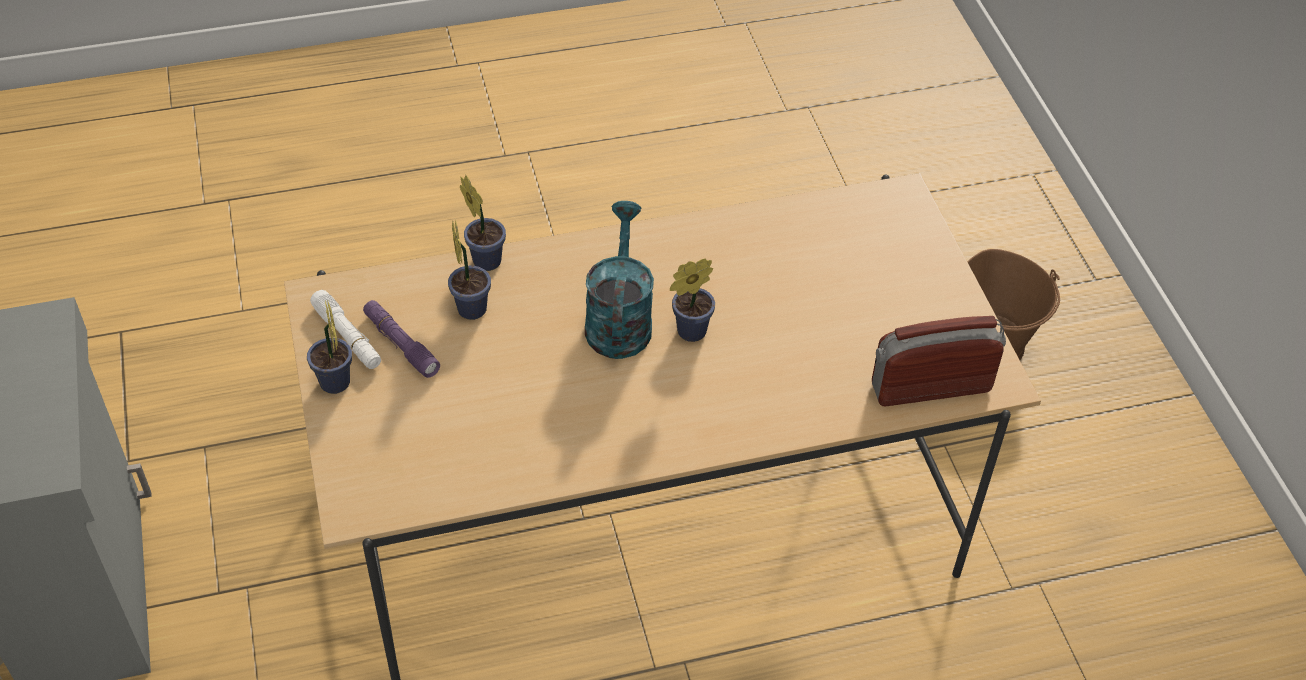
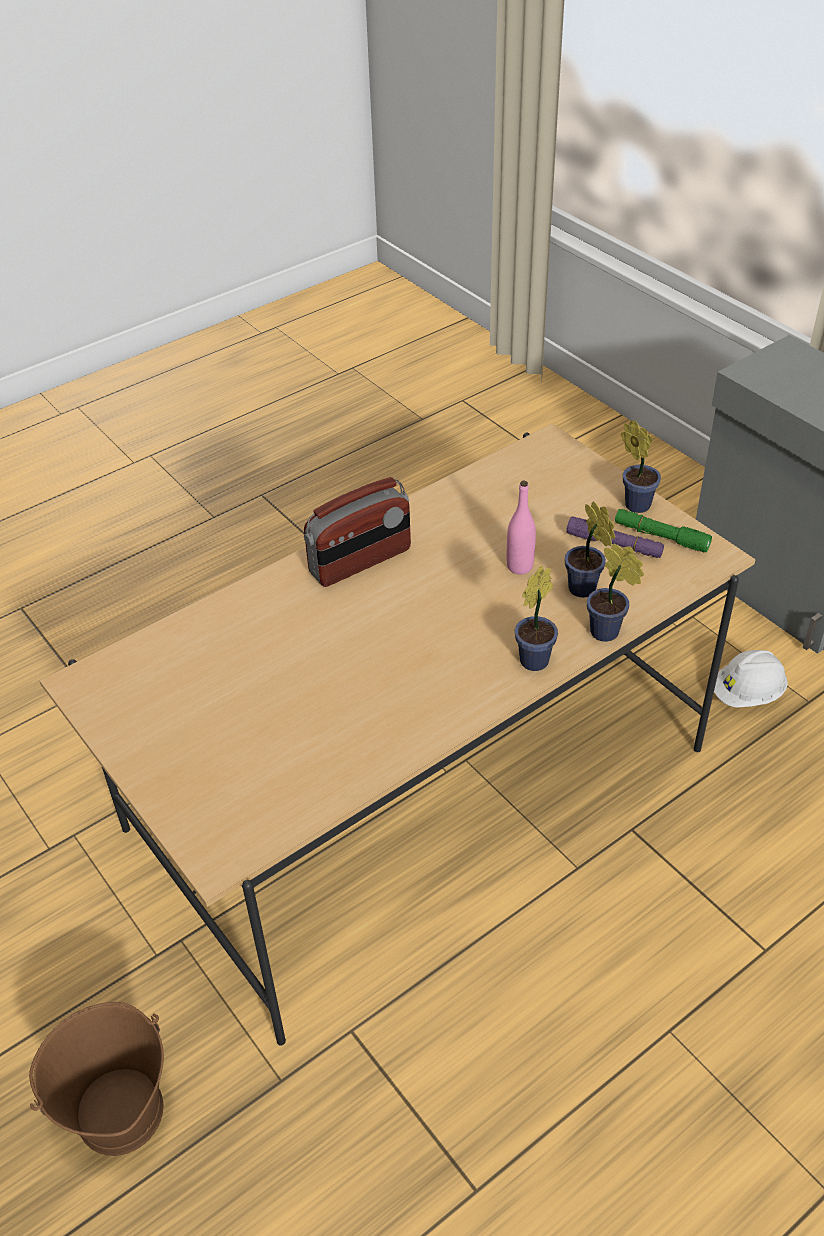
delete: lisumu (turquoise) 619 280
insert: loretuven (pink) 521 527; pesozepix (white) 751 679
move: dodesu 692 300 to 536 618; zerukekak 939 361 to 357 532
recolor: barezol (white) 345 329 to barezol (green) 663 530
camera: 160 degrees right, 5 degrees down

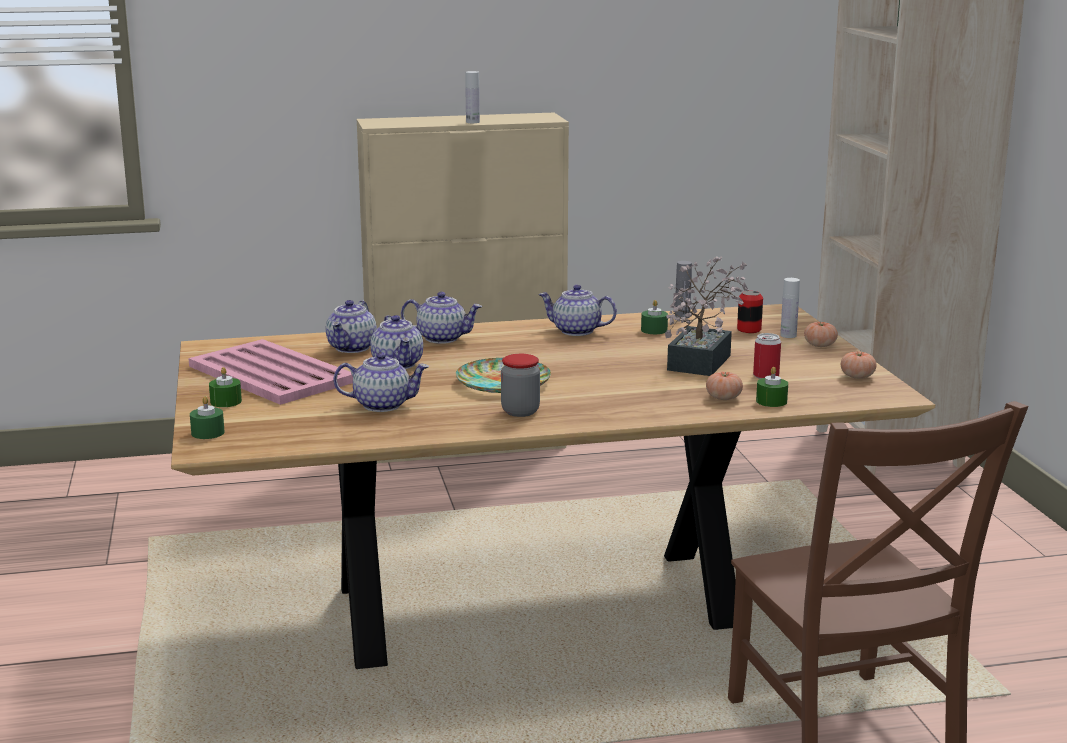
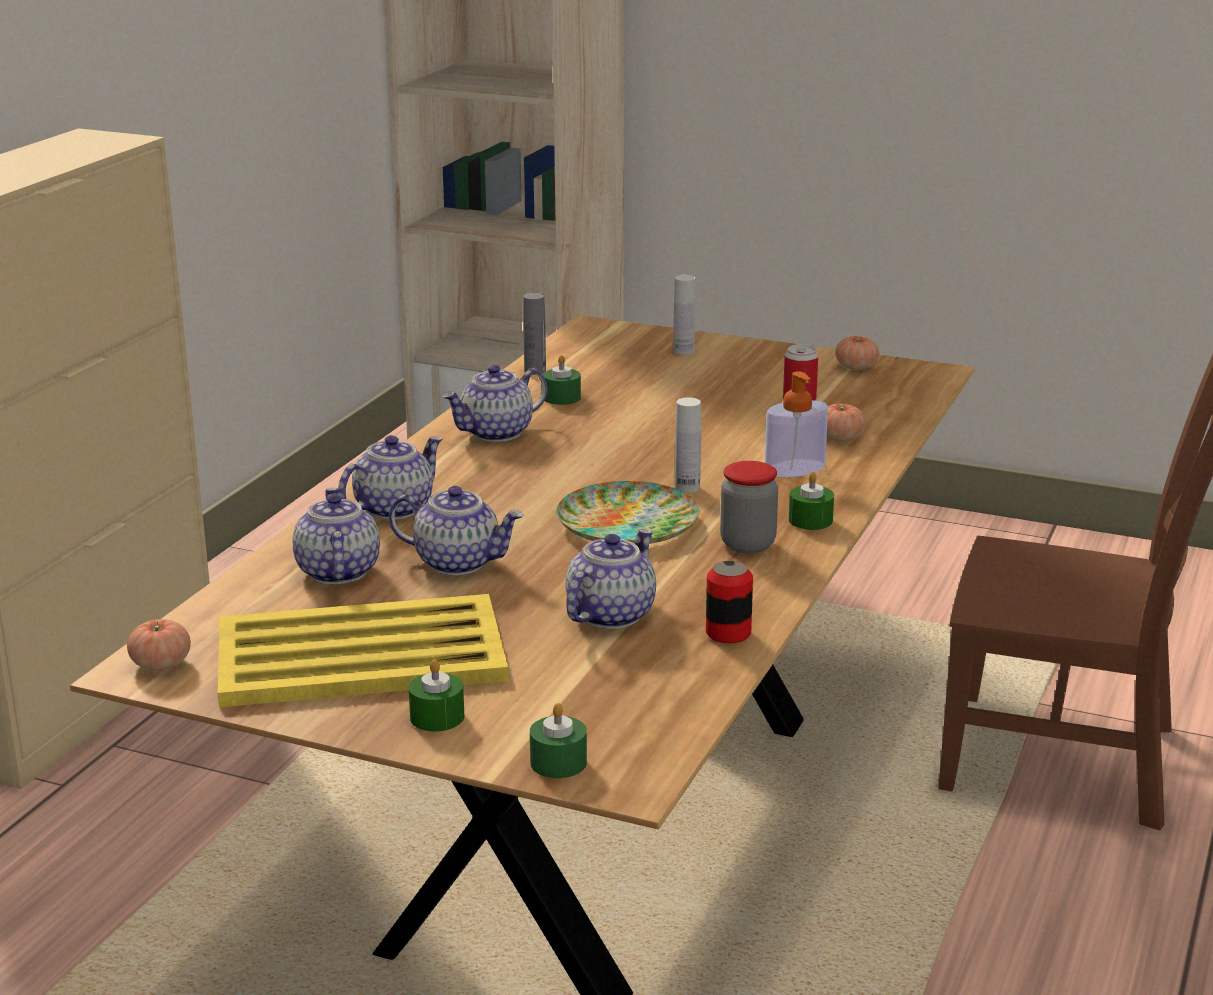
delete: dodesu 707 316
insert: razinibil 796 424
move: loretuven (white) 472 97 to 688 445; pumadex 750 312 to 729 602; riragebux 821 334 to 159 644; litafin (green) 772 387 to 811 501
recolor: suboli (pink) 270 372 to suboli (yellow) 363 650
rotate: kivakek 351 326 = 336 536 150 degrees counterclockwise
camera: 55 degrees left, 5 degrees up

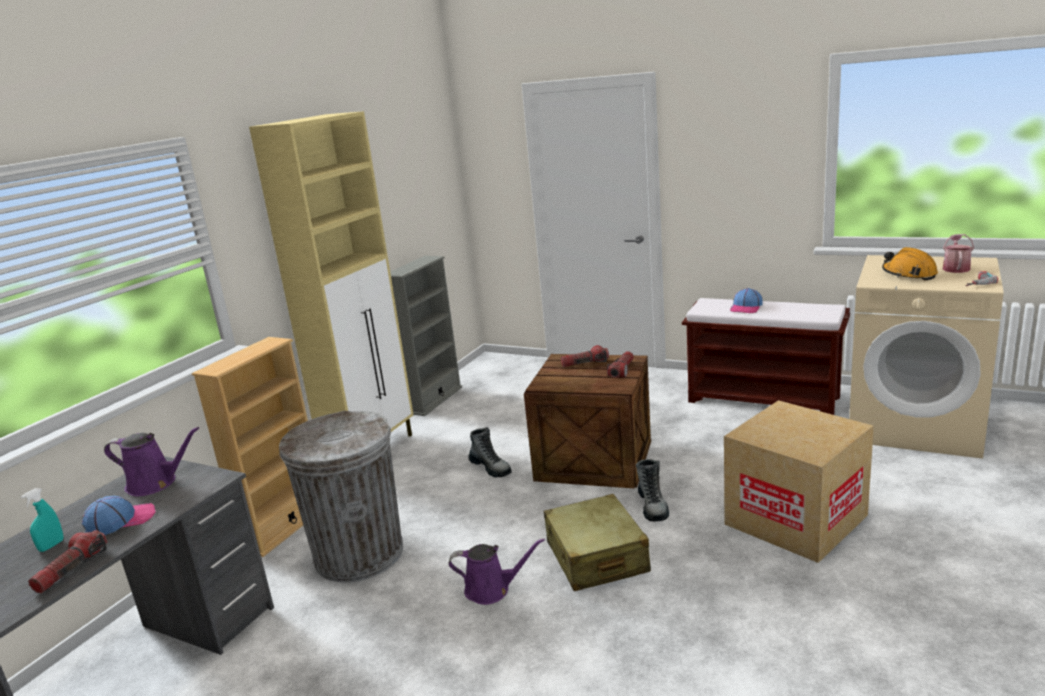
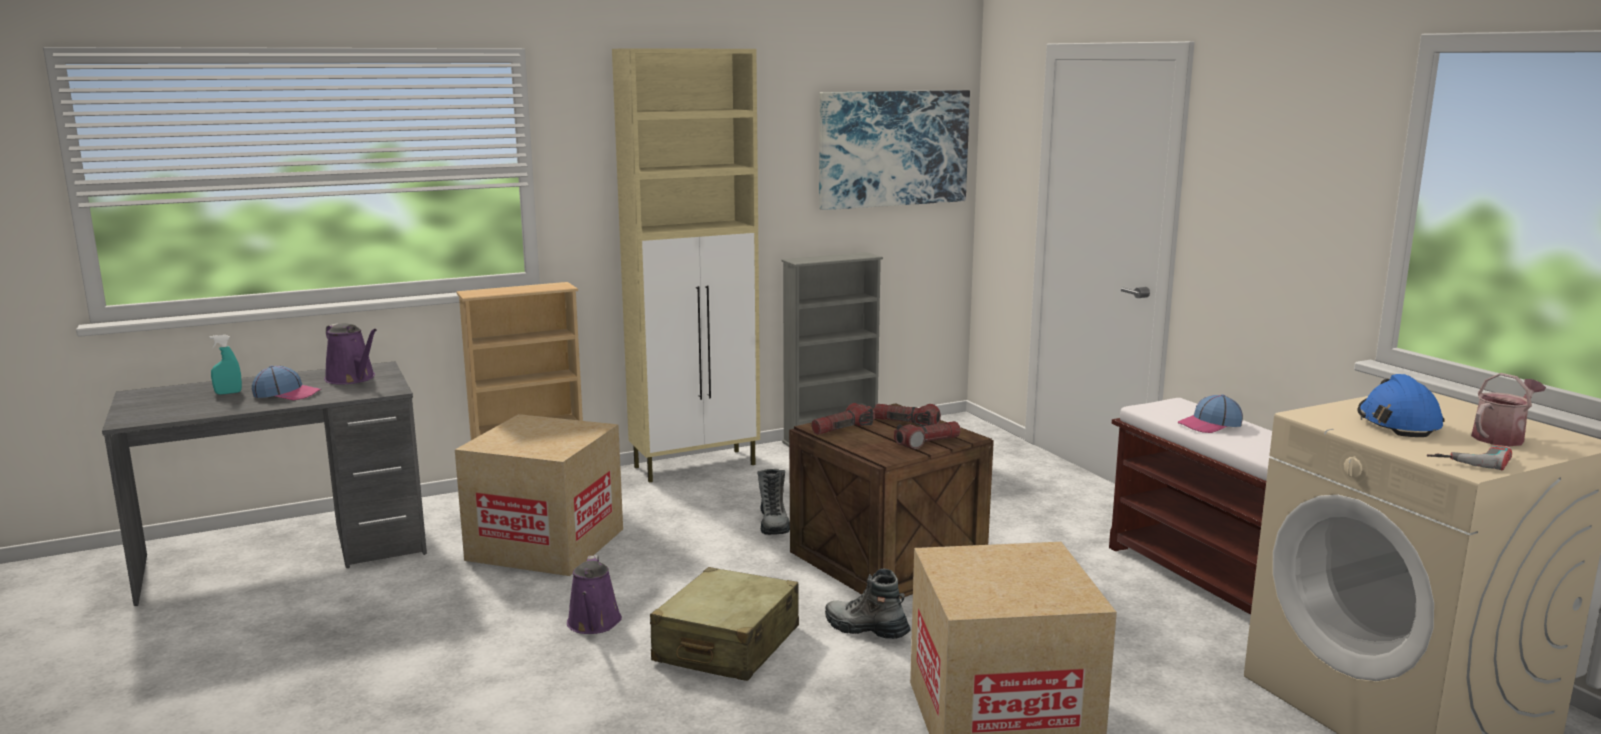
insert: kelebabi 894 150
move: barezol 68 561 to 843 419
replace: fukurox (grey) 341 496 to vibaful 539 495
recolor: pesozepix (orange) 910 264 to pesozepix (blue) 1401 405
rotate: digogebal 652 490 = 867 604 90 degrees clockwise; lisumu (purple) 497 571 = 594 594 45 degrees clockwise
camera: 35 degrees right, 5 degrees down

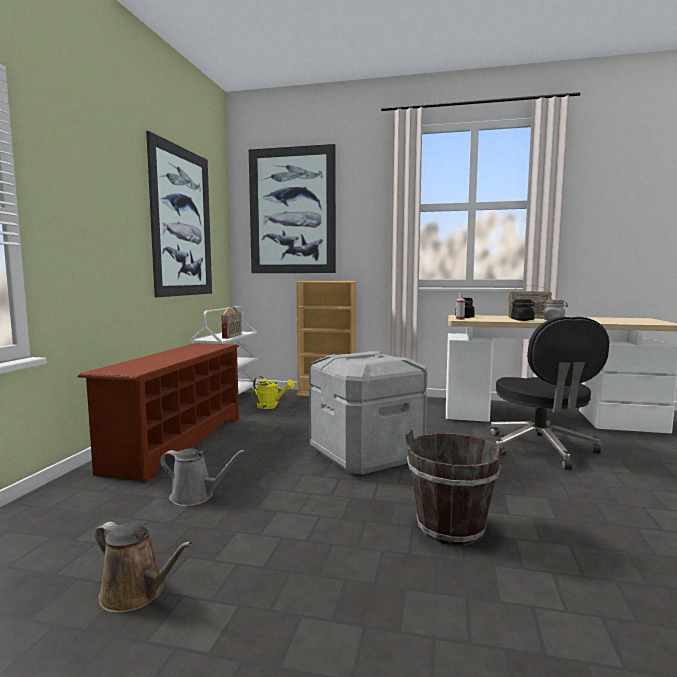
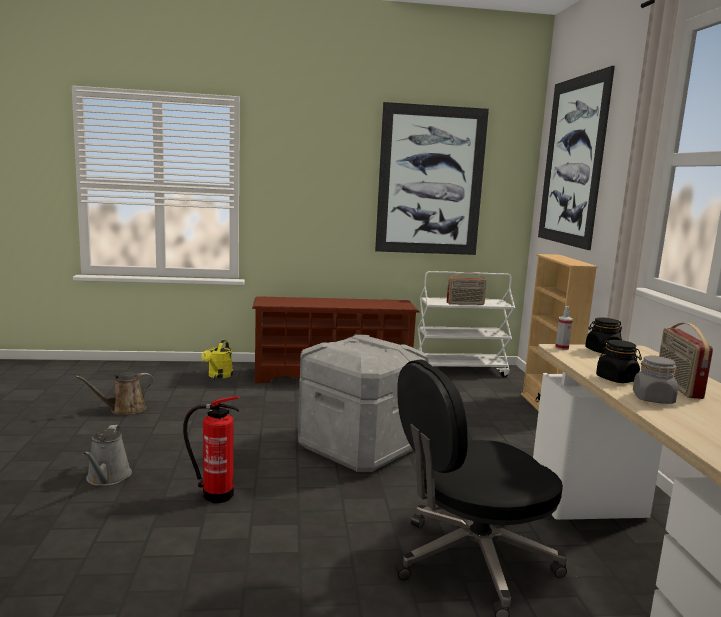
move: lisumu (yellow) 274 392 to 217 359; lisumu (grey) 202 477 to 107 455
replace: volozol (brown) 455 487 to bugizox 211 449
rotate: lisumu (brown) 143 567 = 115 393 45 degrees clockwise
camera: 70 degrees right, 5 degrees up

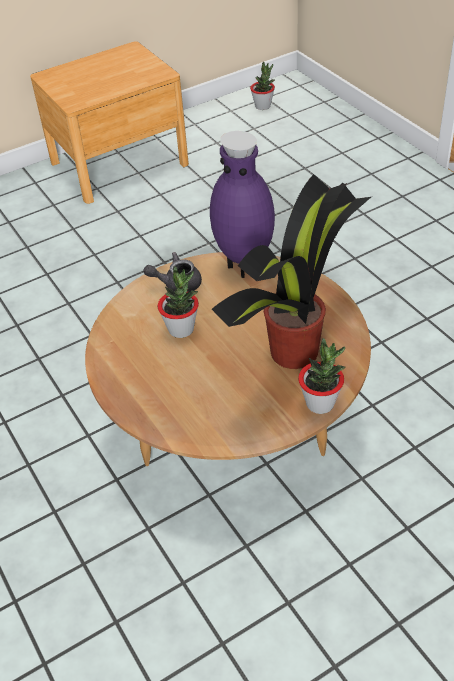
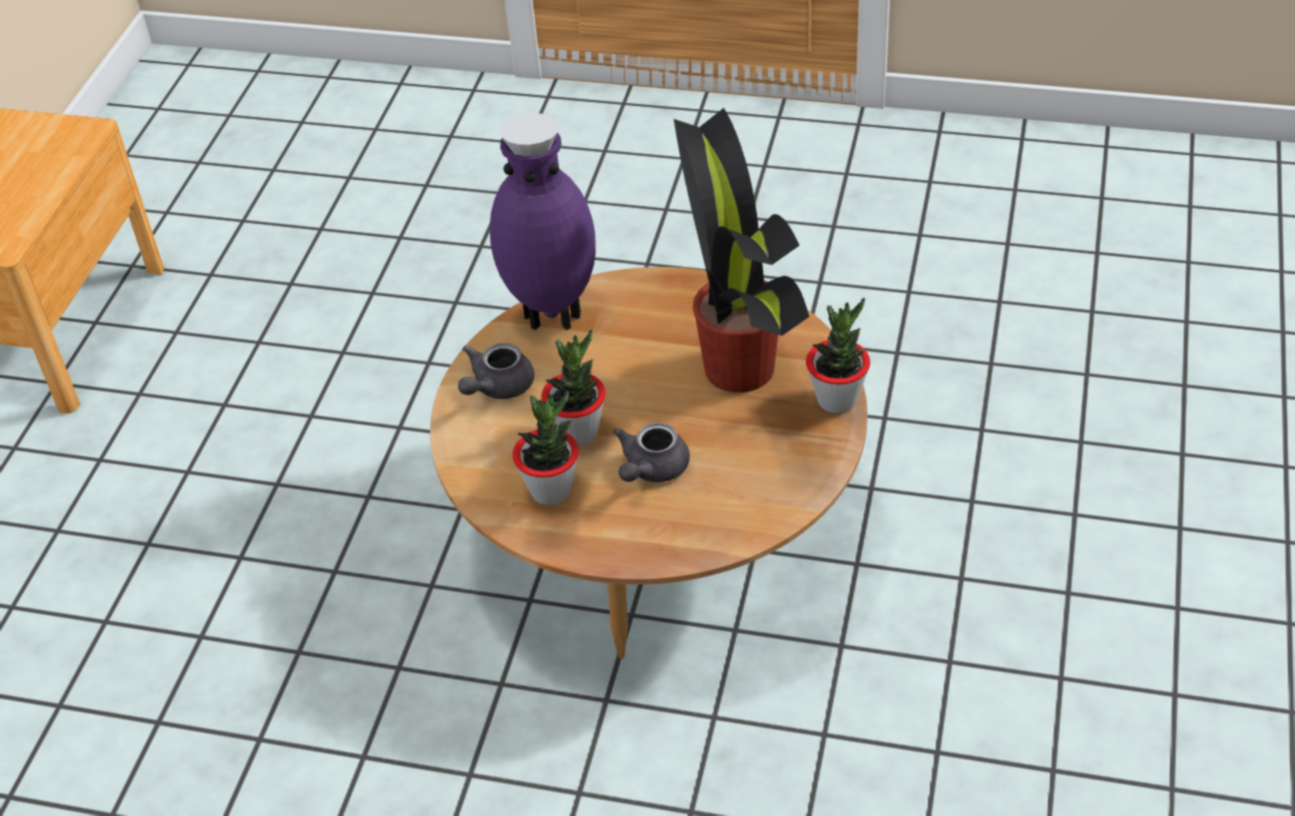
insert: kivakek (grey) 651 452
move: dodesu 262 86 to 546 448
camera: 45 degrees left, 0 degrees up

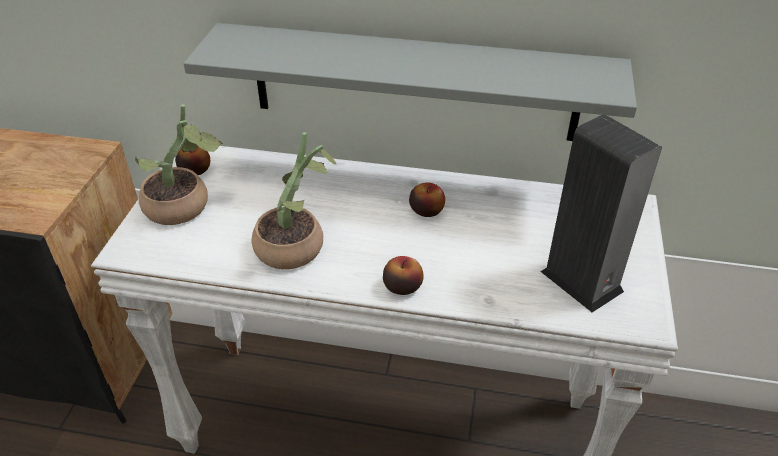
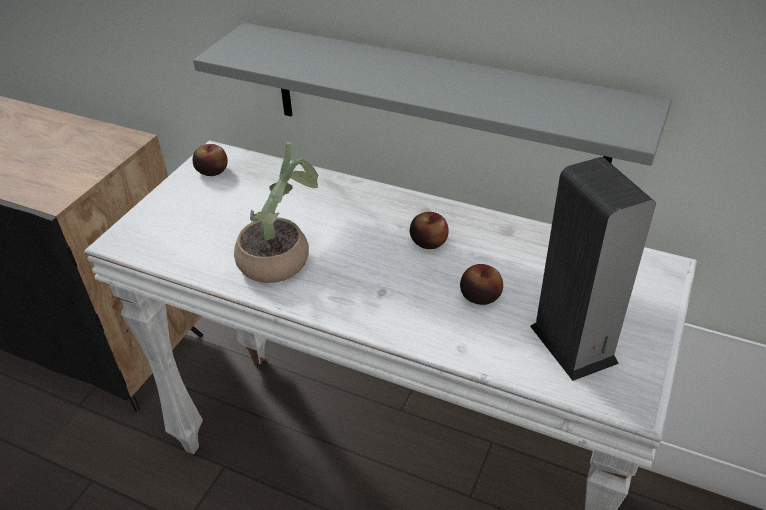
delete: dodesu 178 164
move: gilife 403 275 to 481 284
camera: 15 degrees right, 0 degrees up

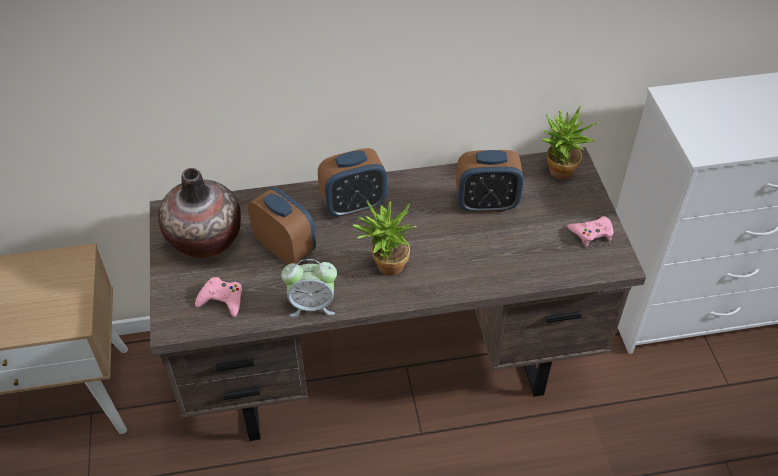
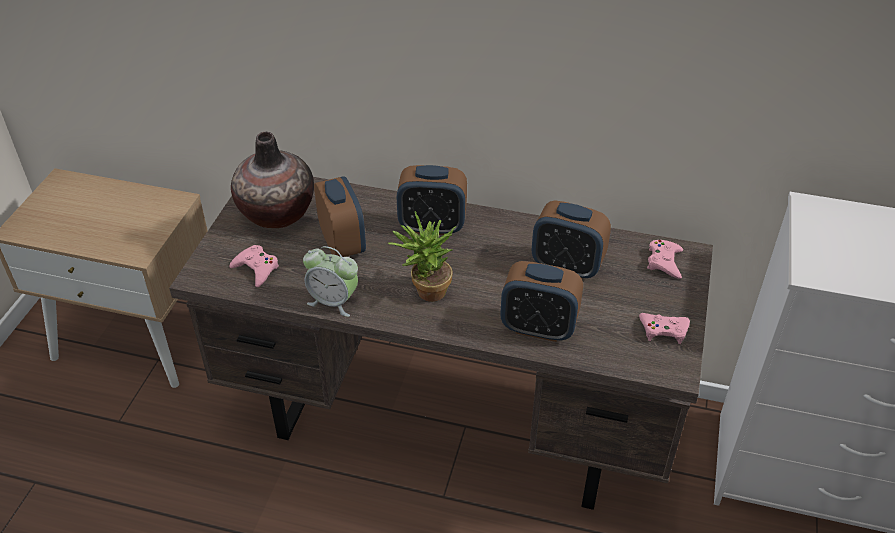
insert: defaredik 541 301
replace: dodesu 570 142 to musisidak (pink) 665 259
camera: 25 degrees right, 5 degrees down

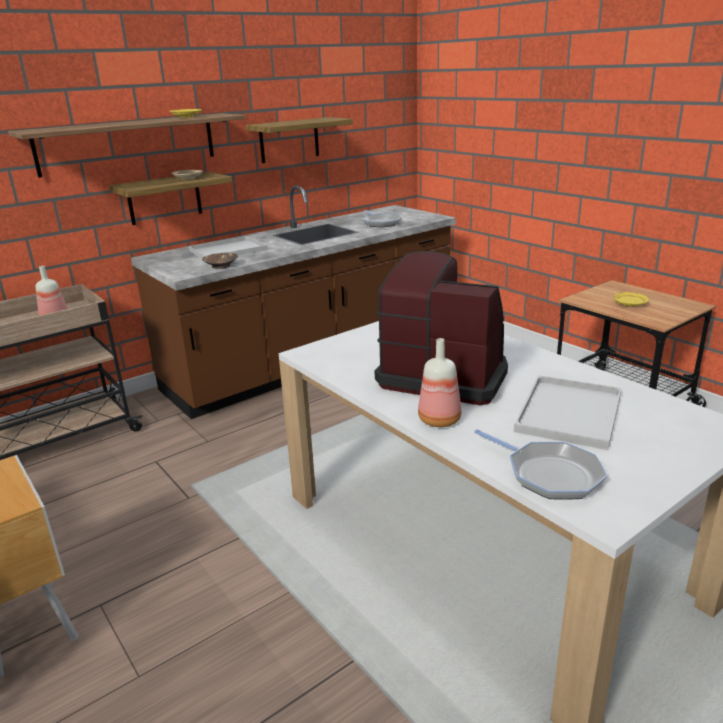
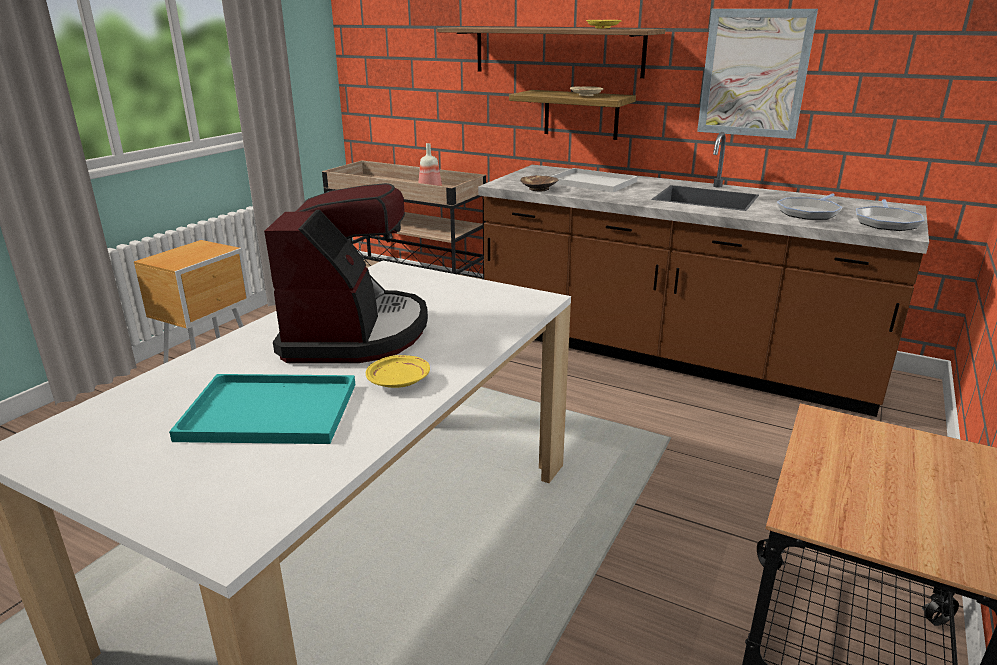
delete: loretuven 439 382
move: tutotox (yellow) 631 299 to 398 371; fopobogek 541 464 to 890 215
replace: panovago 299 140 to kelebabi 757 74
recolor: suboli (white) 568 412 to suboli (turquoise) 262 409
camera: 65 degrees right, 0 degrees up

